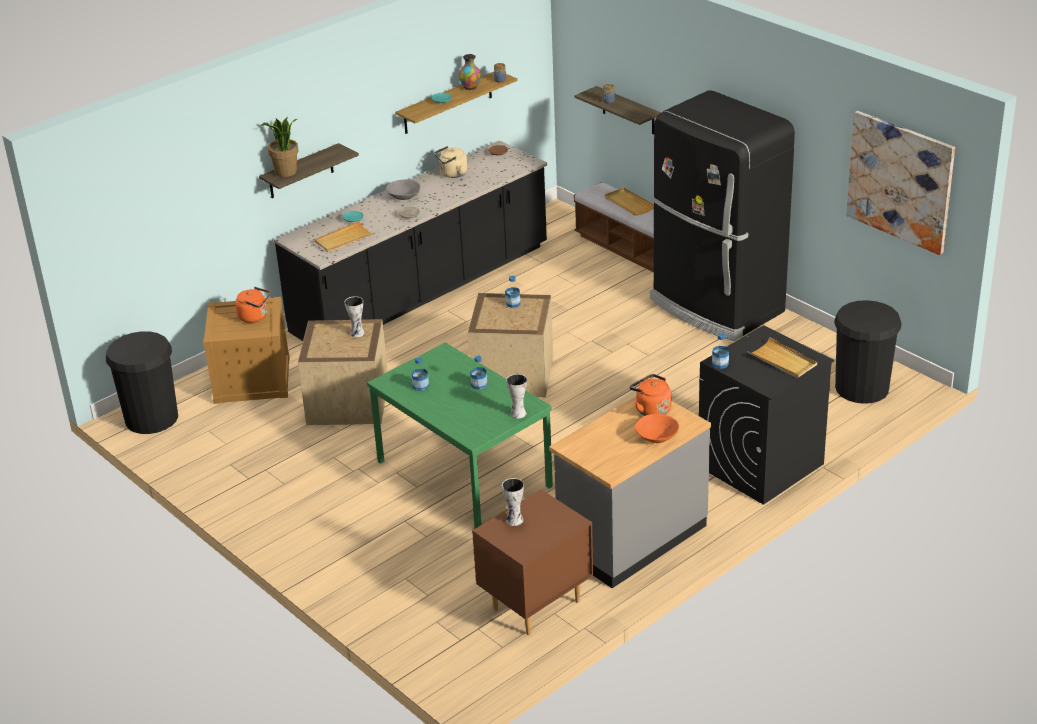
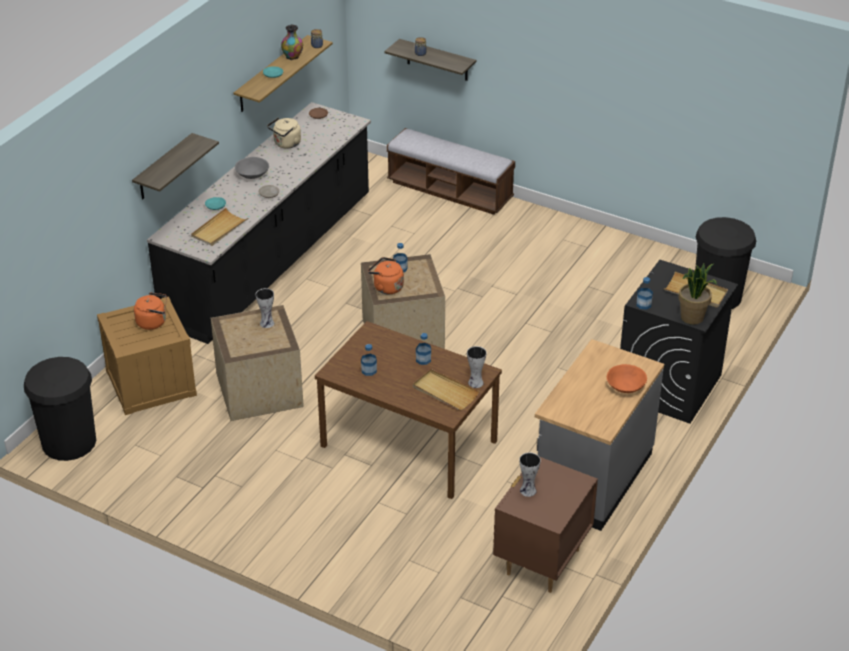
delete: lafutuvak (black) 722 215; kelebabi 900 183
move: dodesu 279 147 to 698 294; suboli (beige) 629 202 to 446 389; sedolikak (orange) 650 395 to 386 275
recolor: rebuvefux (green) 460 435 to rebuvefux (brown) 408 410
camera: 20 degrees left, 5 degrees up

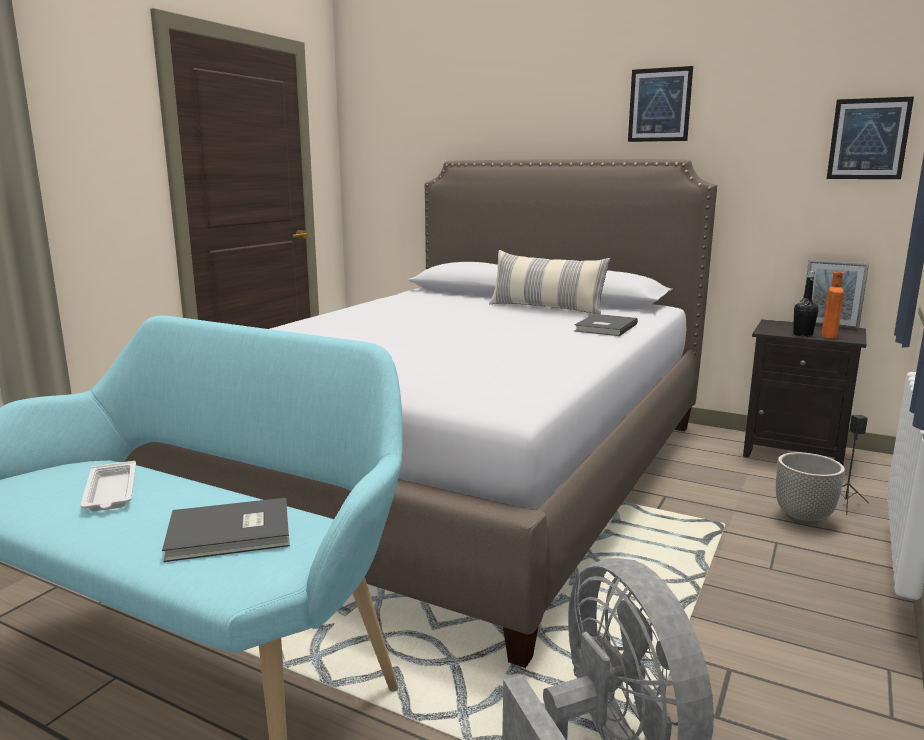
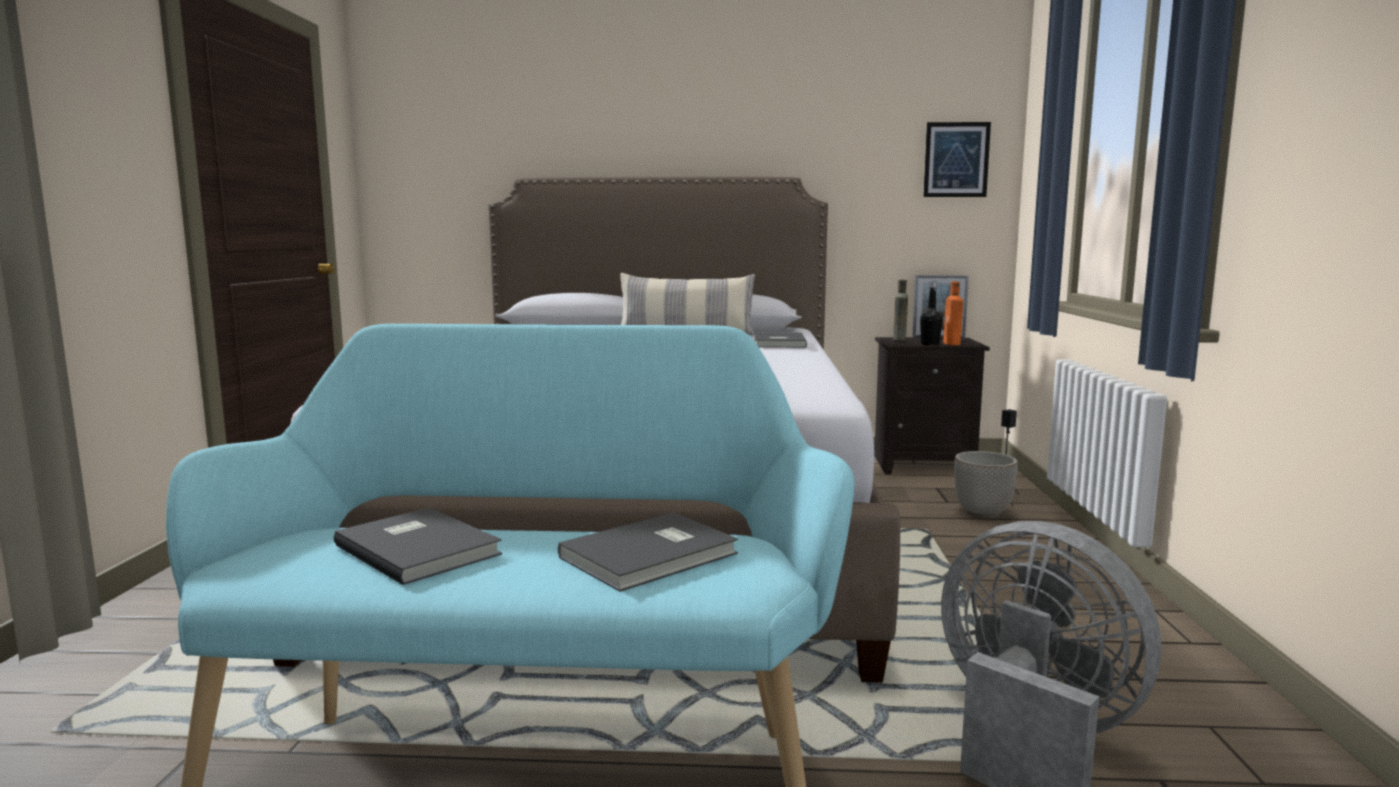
delete: kelebabi 660 104
insert: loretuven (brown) 900 310
replace: suboli (white) 108 486 to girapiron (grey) 418 546
camera: 25 degrees left, 5 degrees down

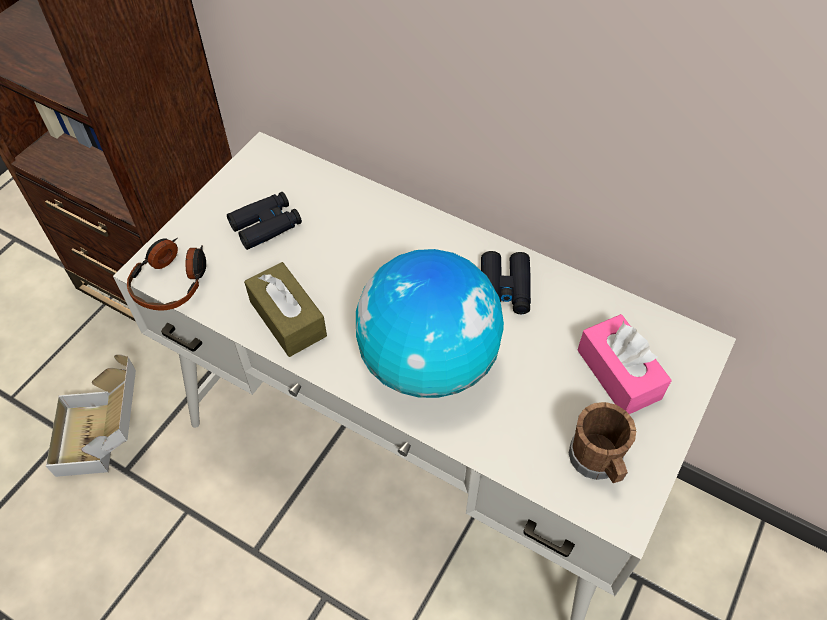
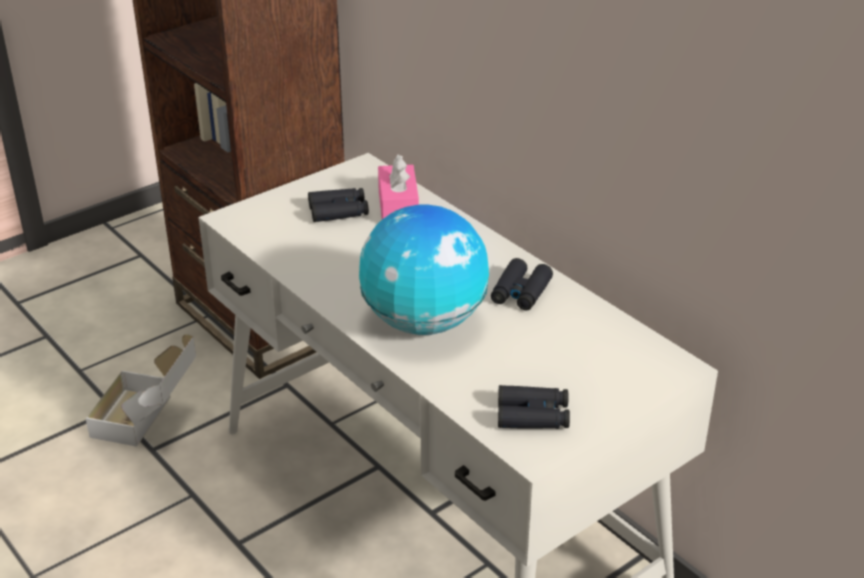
delete: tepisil 166 274; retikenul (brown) 285 309
move: retikenul (pink) 624 364 to 398 187
replace: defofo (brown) 602 442 to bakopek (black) 534 407
camera: 20 degrees right, 20 degrees down

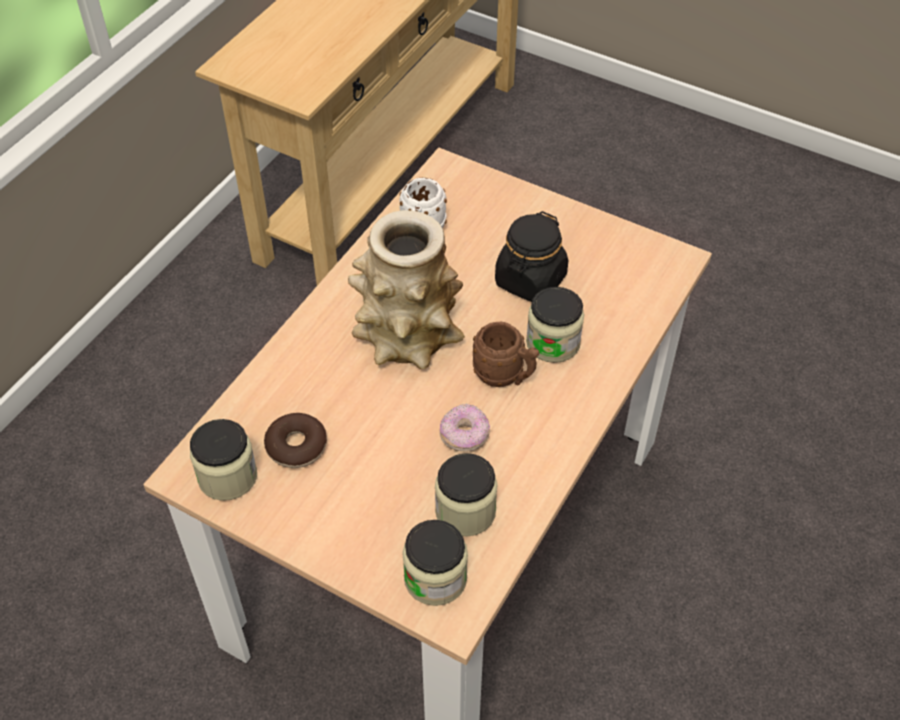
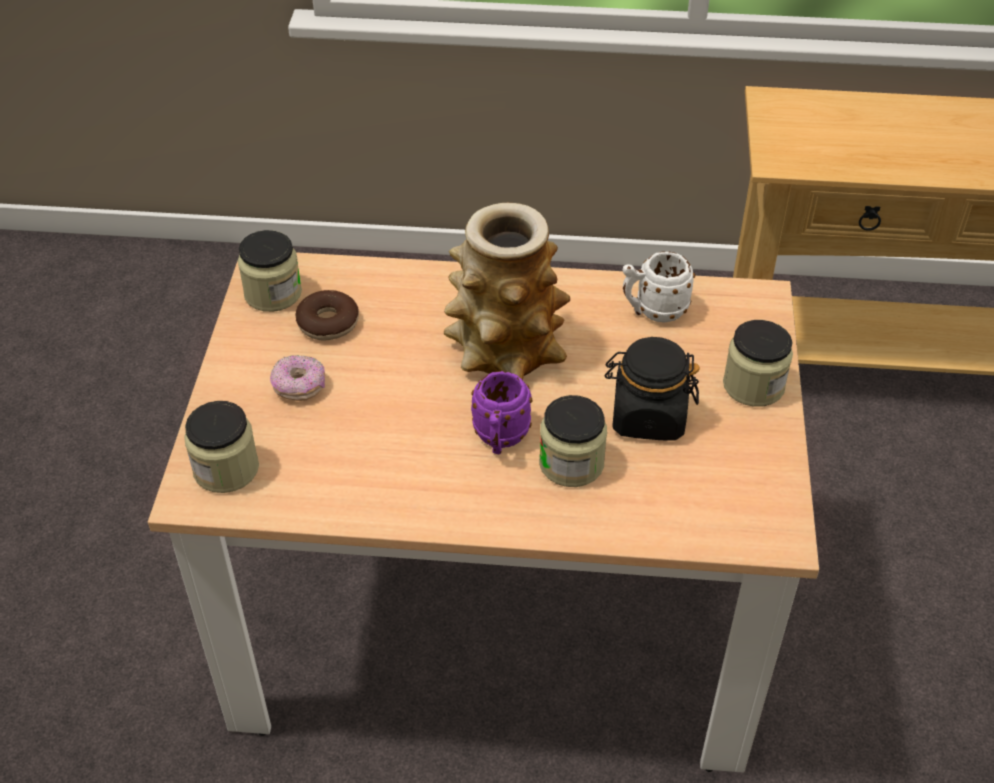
move: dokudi 465 428 to 297 378; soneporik 466 495 to 758 363
recolor: defofo (brown) 506 354 to defofo (purple) 501 412
camera: 65 degrees right, 5 degrees down

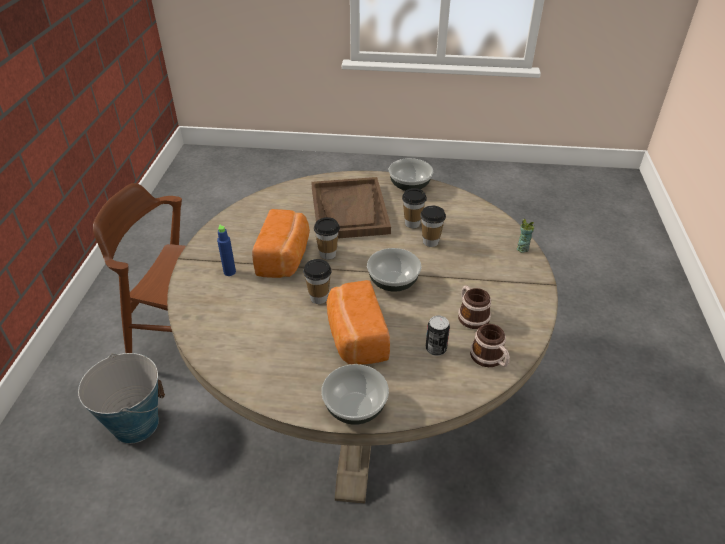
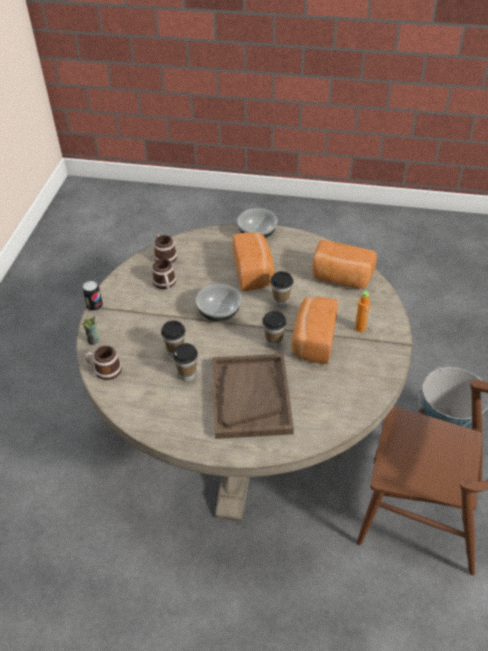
delete: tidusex 411 174
insert: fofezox 344 264; defofo 103 363
move: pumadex 438 336 to 93 296
recolor: loretuven (blue) 226 250 to loretuven (orange) 362 311
camera: 175 degrees left, 5 degrees up

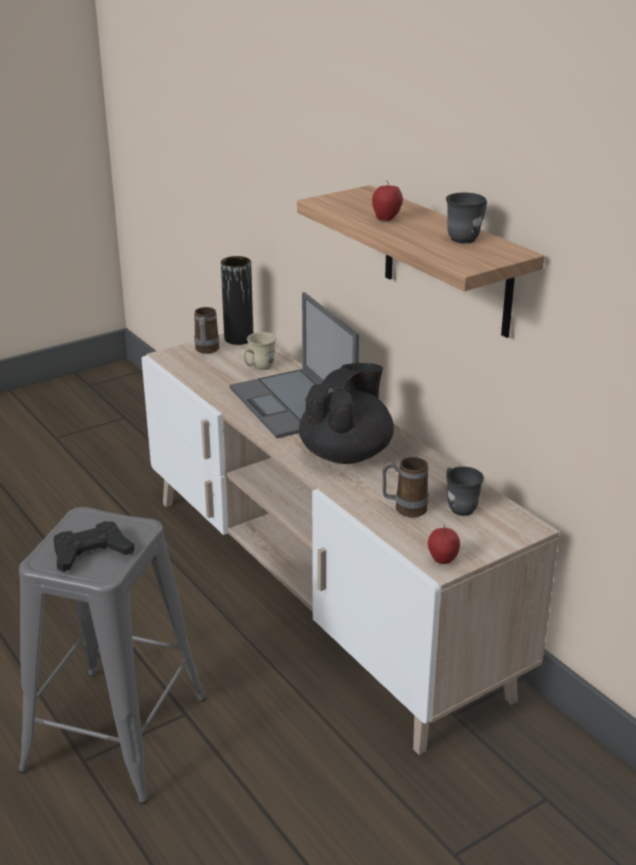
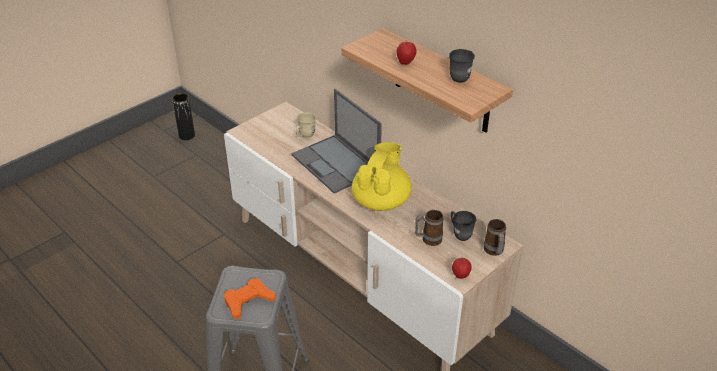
move: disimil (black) 237 300 to 183 116; defofo 206 330 to 495 237
recolor: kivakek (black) 346 413 to kivakek (yellow) 382 176; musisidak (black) 93 546 to musisidak (orange) 250 298
camera: 10 degrees left, 10 degrees up

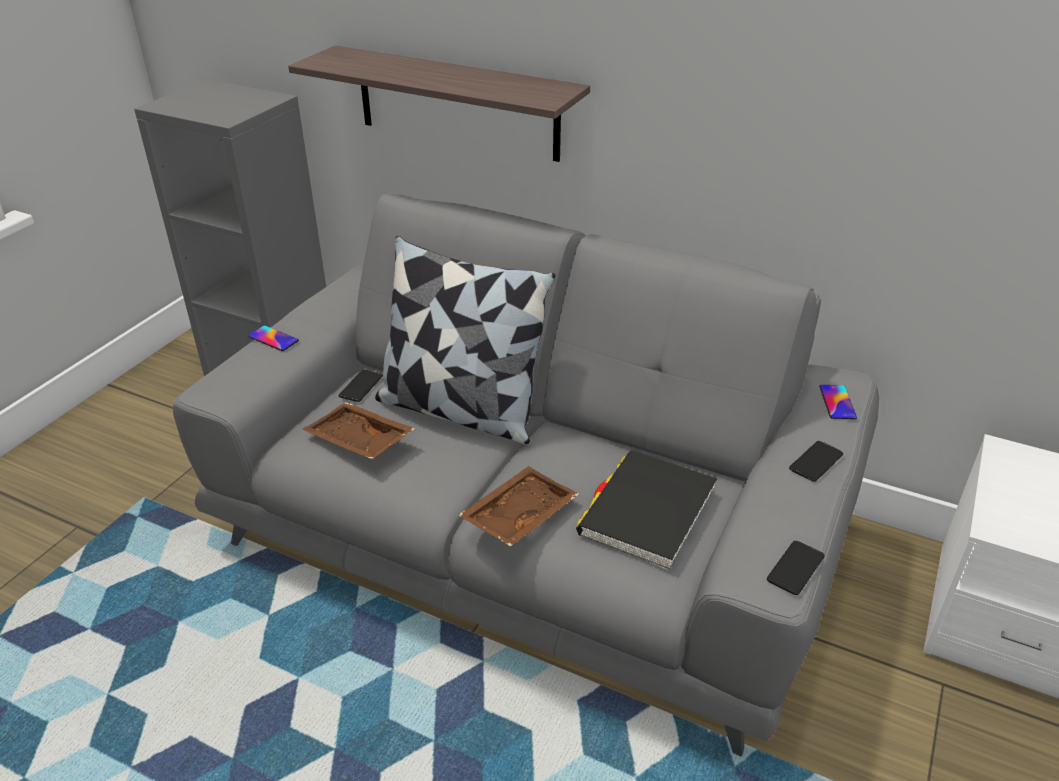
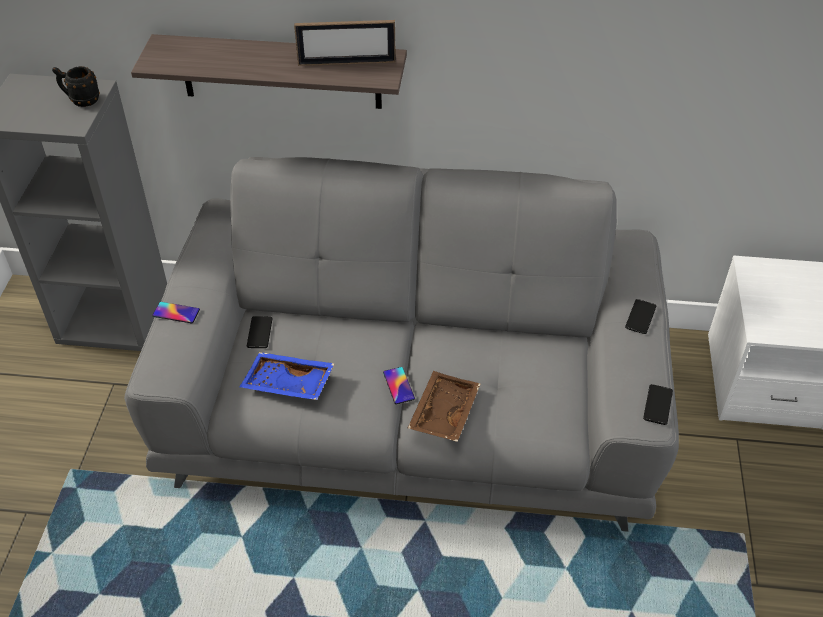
delete: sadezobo 465 340; girapiron (black) 646 510
insert: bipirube 345 43; defofo (black) 76 86
move: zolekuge 838 402 to 399 385
recolor: suboli (brown) 359 430 to suboli (blue) 287 376
camera: 20 degrees left, 10 degrees up

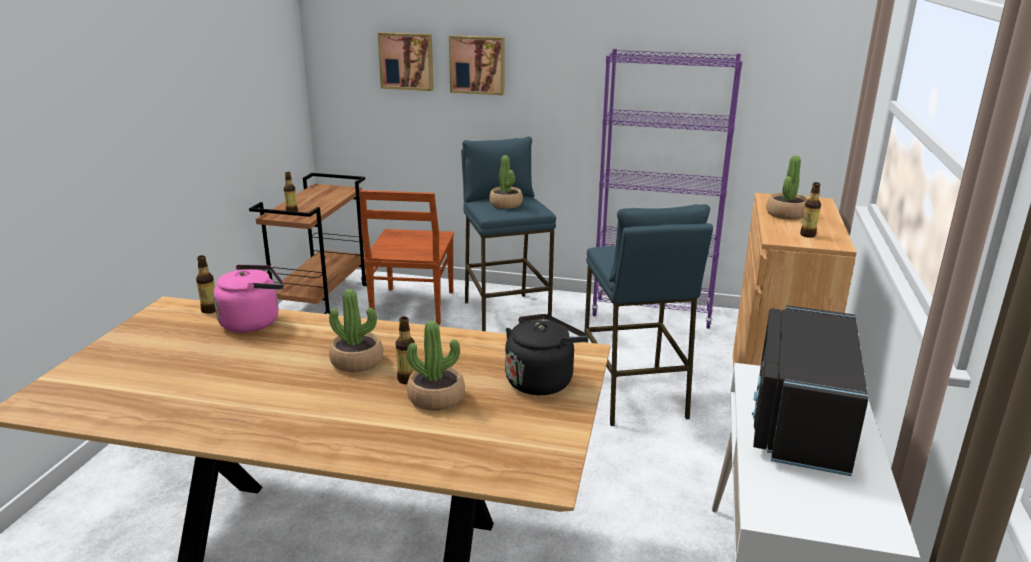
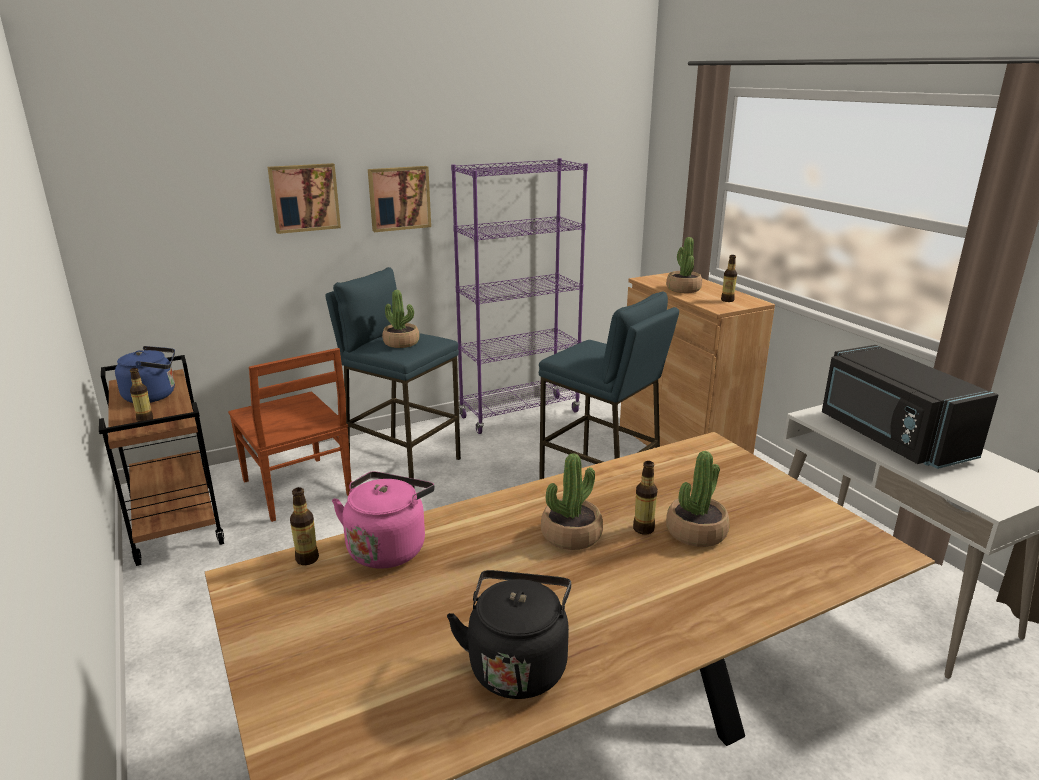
insert: sedolikak (blue) 145 374
move: kelebabi 406 61 to 399 199; sedolikak (black) 546 354 to 509 634
camera: 40 degrees left, 0 degrees up

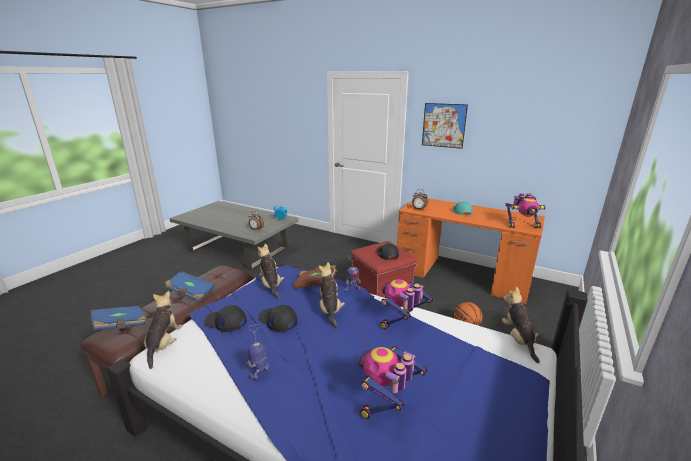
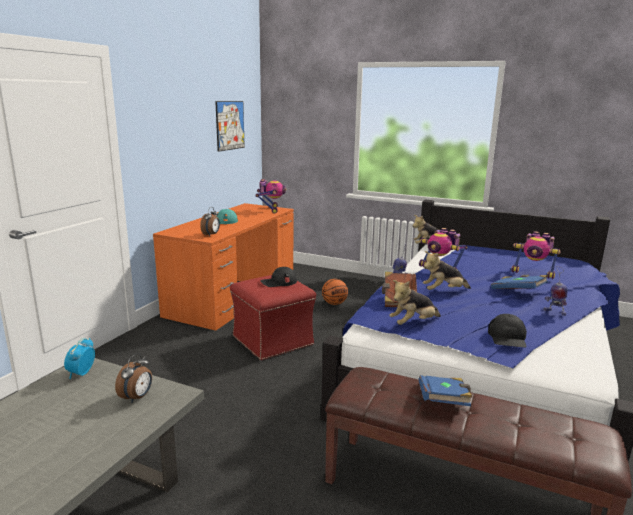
delete: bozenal 163 330; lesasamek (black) 278 318
move: kelebabi 445 126 to 230 126; girapiron (blue) 118 318 to 519 282
camera: 95 degrees left, 5 degrees down

